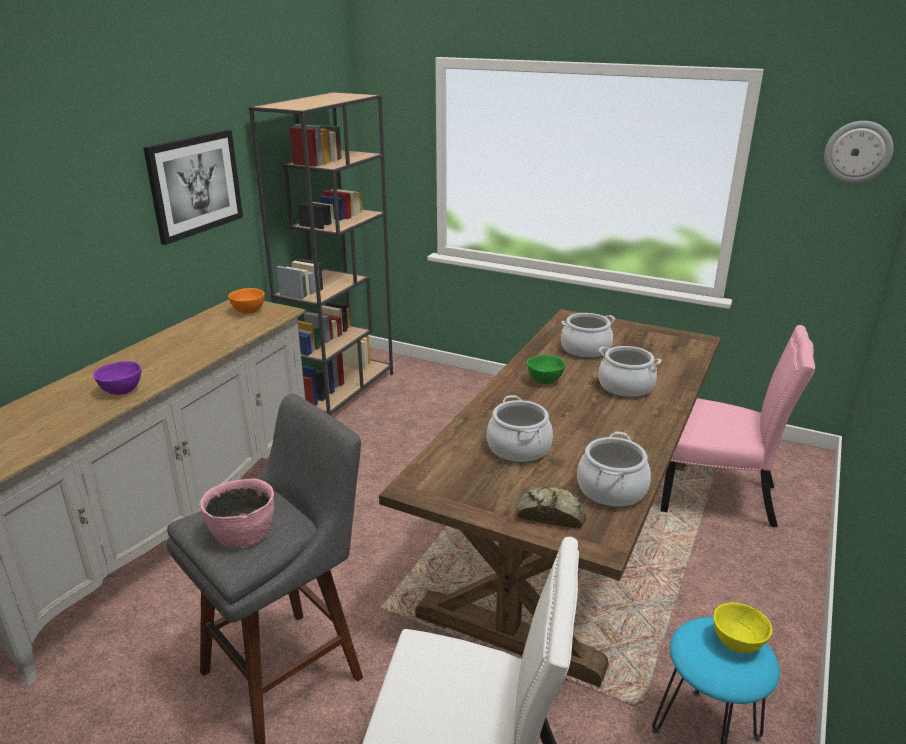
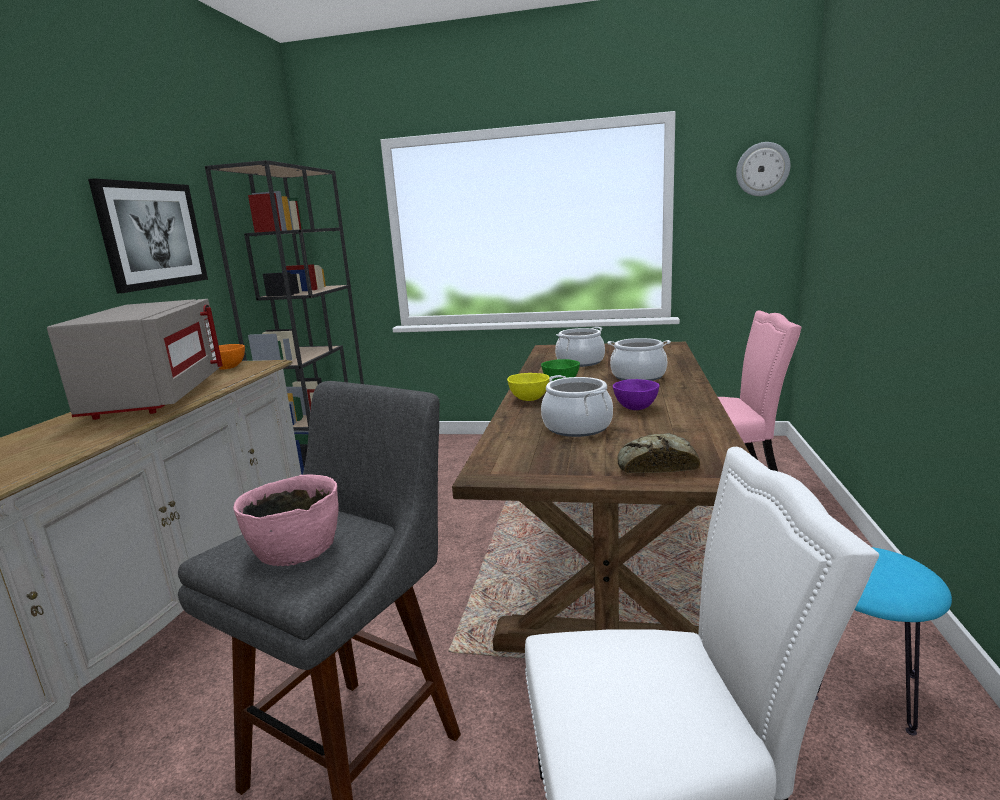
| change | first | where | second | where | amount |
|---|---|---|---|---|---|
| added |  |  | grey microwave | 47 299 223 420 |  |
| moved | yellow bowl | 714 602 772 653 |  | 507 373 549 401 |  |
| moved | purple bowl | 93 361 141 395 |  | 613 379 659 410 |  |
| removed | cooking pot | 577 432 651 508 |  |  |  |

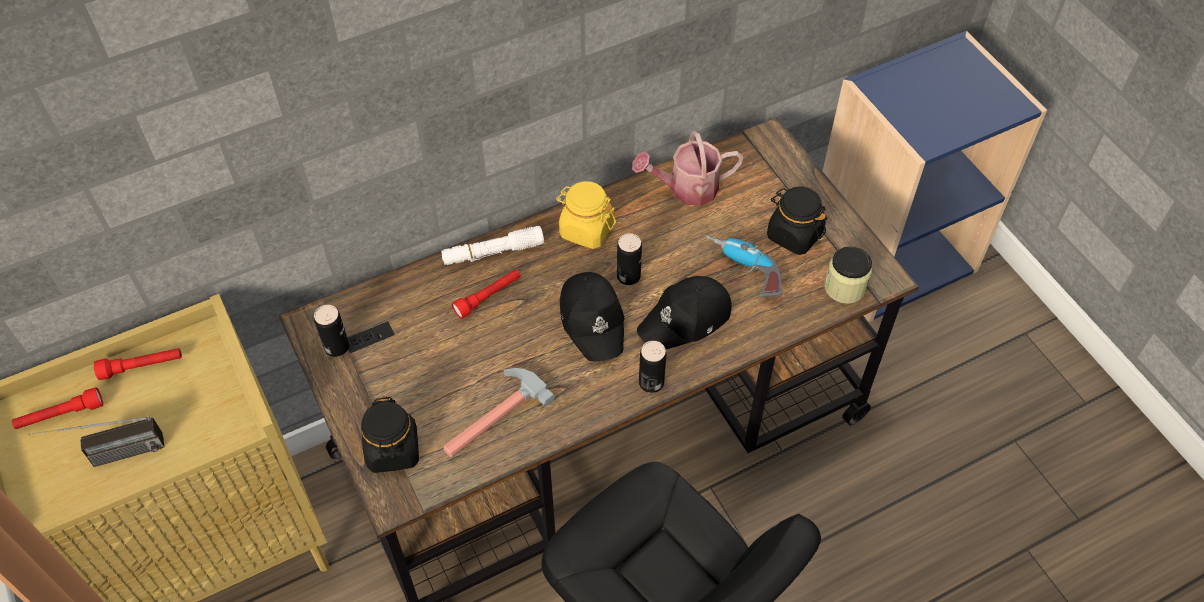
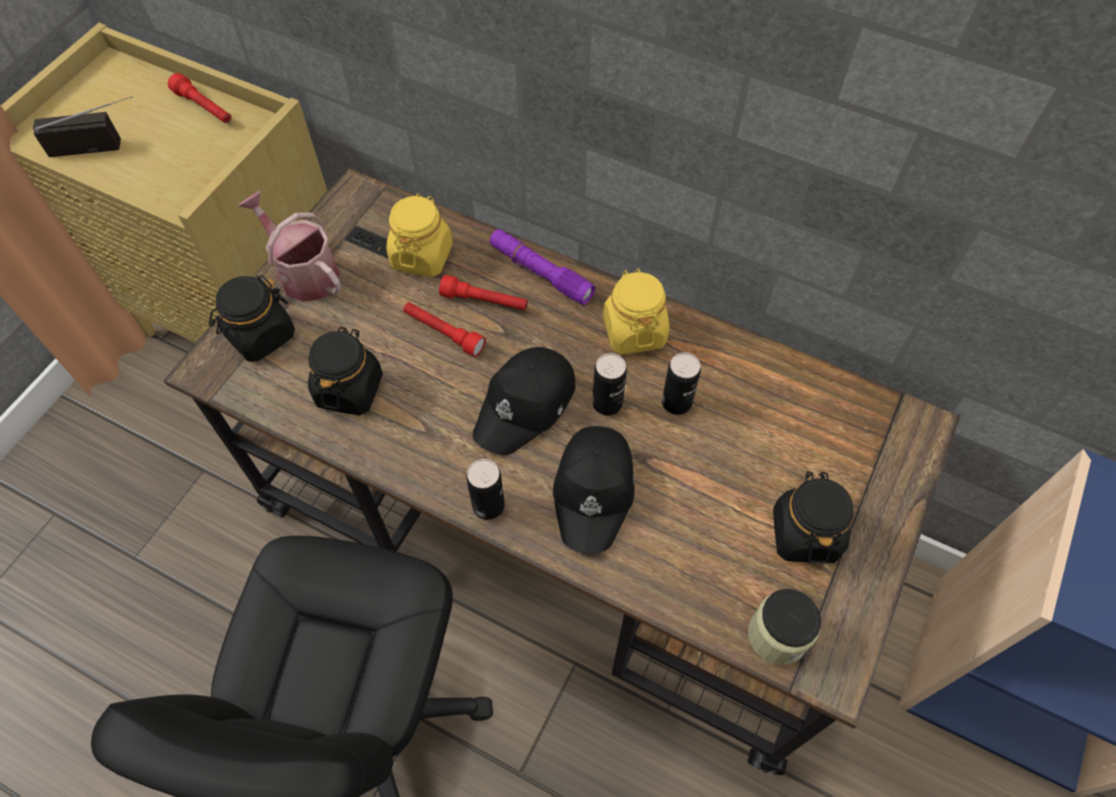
| change | first | where | second | where | amount |
|---|---|---|---|---|---|
| turned | radio | 29 416 165 467 |  | 33 96 133 157 | 135 degrees clockwise |
| moved | watering can | 632 131 744 206 |  | 238 191 342 302 |  |
| replaced | hammer | 444 368 555 457 | black jar | 308 327 383 415 |  |
| added |  |  | yellow jar | 386 193 453 277 |  |
| moved | red flashlight | 12 387 103 429 |  | 403 302 486 357 |  |
| recoloured | white flashlight | 441 226 544 265 | purple flashlight | 490 229 595 305 |  |
| turned | black cap | 637 276 732 349 |  | 553 426 635 554 | 105 degrees counterclockwise |
| moved | can | 314 305 349 357 |  | 662 352 701 415 |  |
| removed | power drill | 706 235 783 297 |  |  |  |

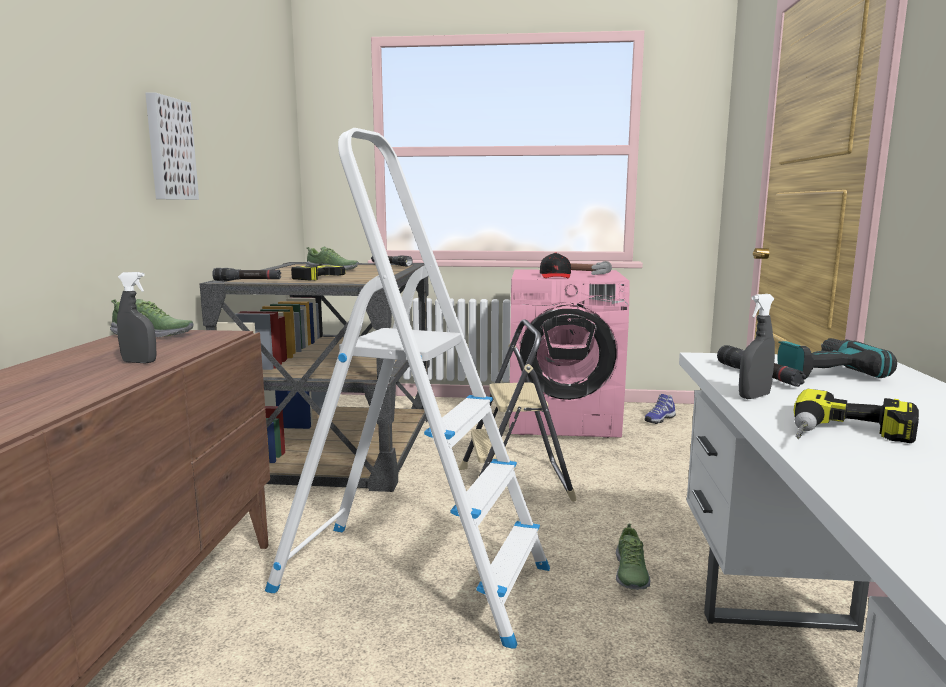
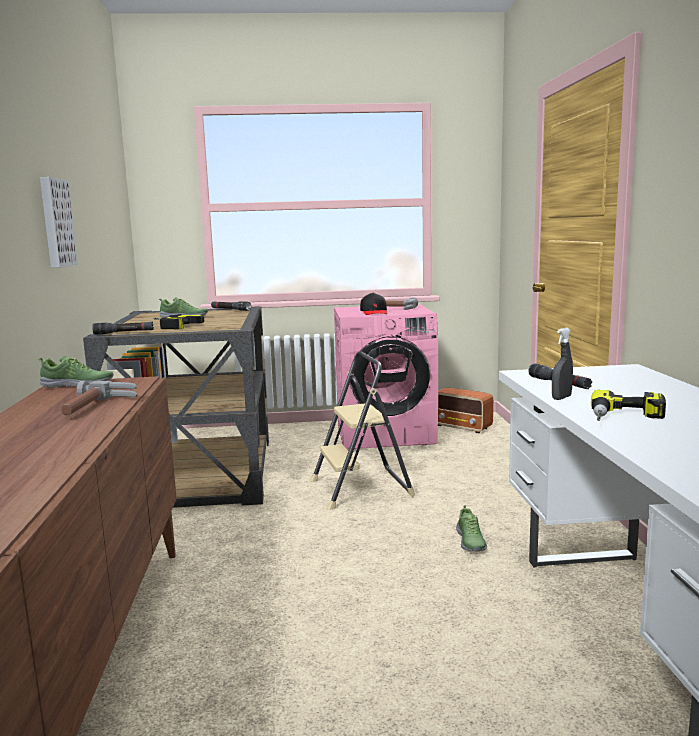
| change | first | where | second | where | amount |
|---|---|---|---|---|---|
| replaced | grey spray bottle | 117 272 157 363 | hammer | 61 381 138 415 |  |
| replaced | shoe | 644 394 676 424 | radio | 438 387 493 433 |  |
| removed | white step ladder | 265 128 550 649 |  |  |  |
| removed | power drill | 777 338 897 379 |  |  |  |

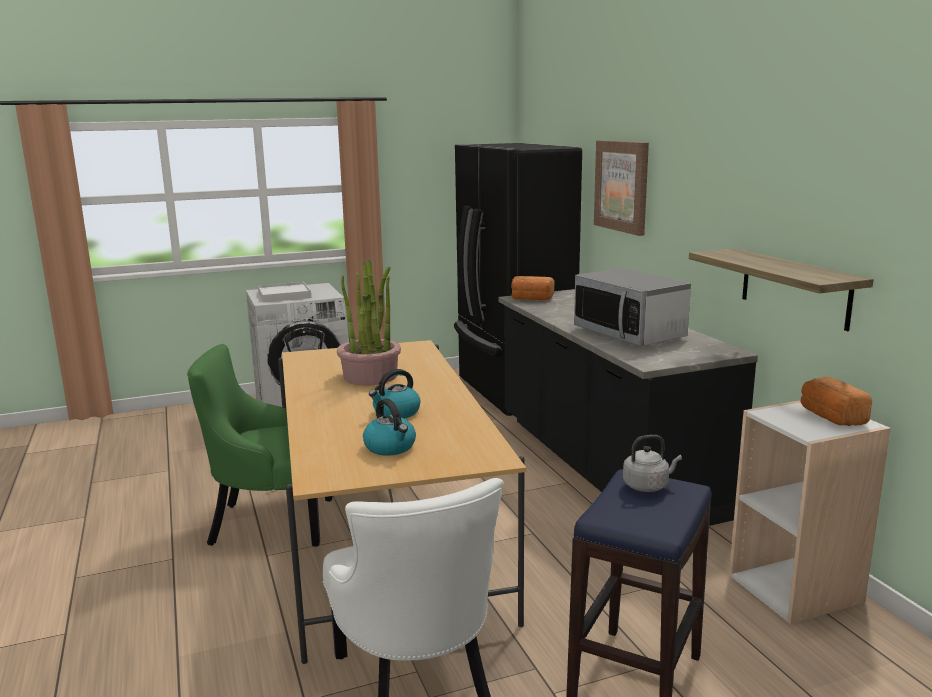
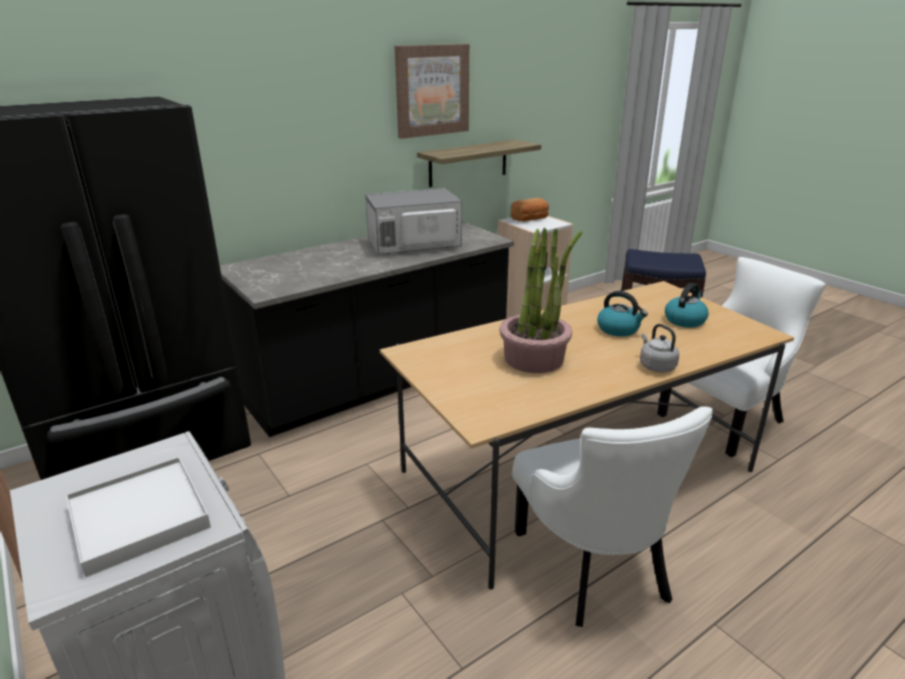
| change | first | where | second | where | amount |
|---|---|---|---|---|---|
| turned | microwave | 574 268 691 346 |  | 366 188 462 254 | 150 degrees counterclockwise |
| moved | picture | 594 140 649 236 |  | 395 44 469 139 |  |
| recoloured | green chair | 187 344 333 547 | white chair | 512 406 713 627 |  |
| moved | grey kettle | 623 435 682 492 |  | 640 324 679 372 |  |
| removed | bread | 511 276 555 300 |  |  |  |

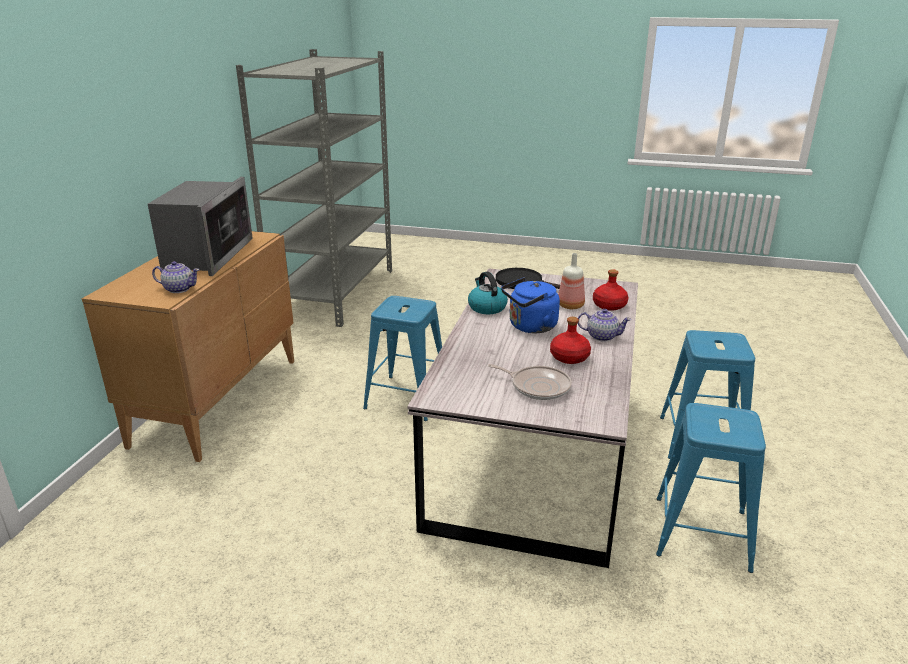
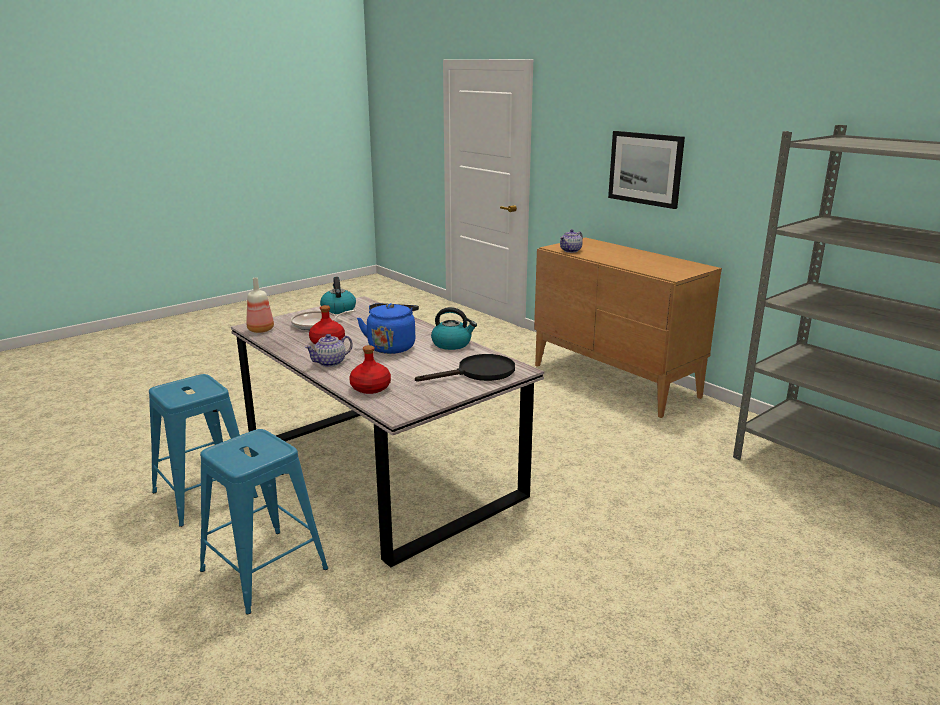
| change | first | where | second | where | amount |
|---|---|---|---|---|---|
| moved | bottle | 558 253 585 309 |  | 246 278 274 333 |  |
| added |  |  | kettle | 320 277 356 314 |  |
| added |  |  | picture | 608 131 685 209 |  |
| removed | microwave | 148 177 253 276 |  |  |  |
| removed | blue stool | 363 296 442 421 |  |  |  |

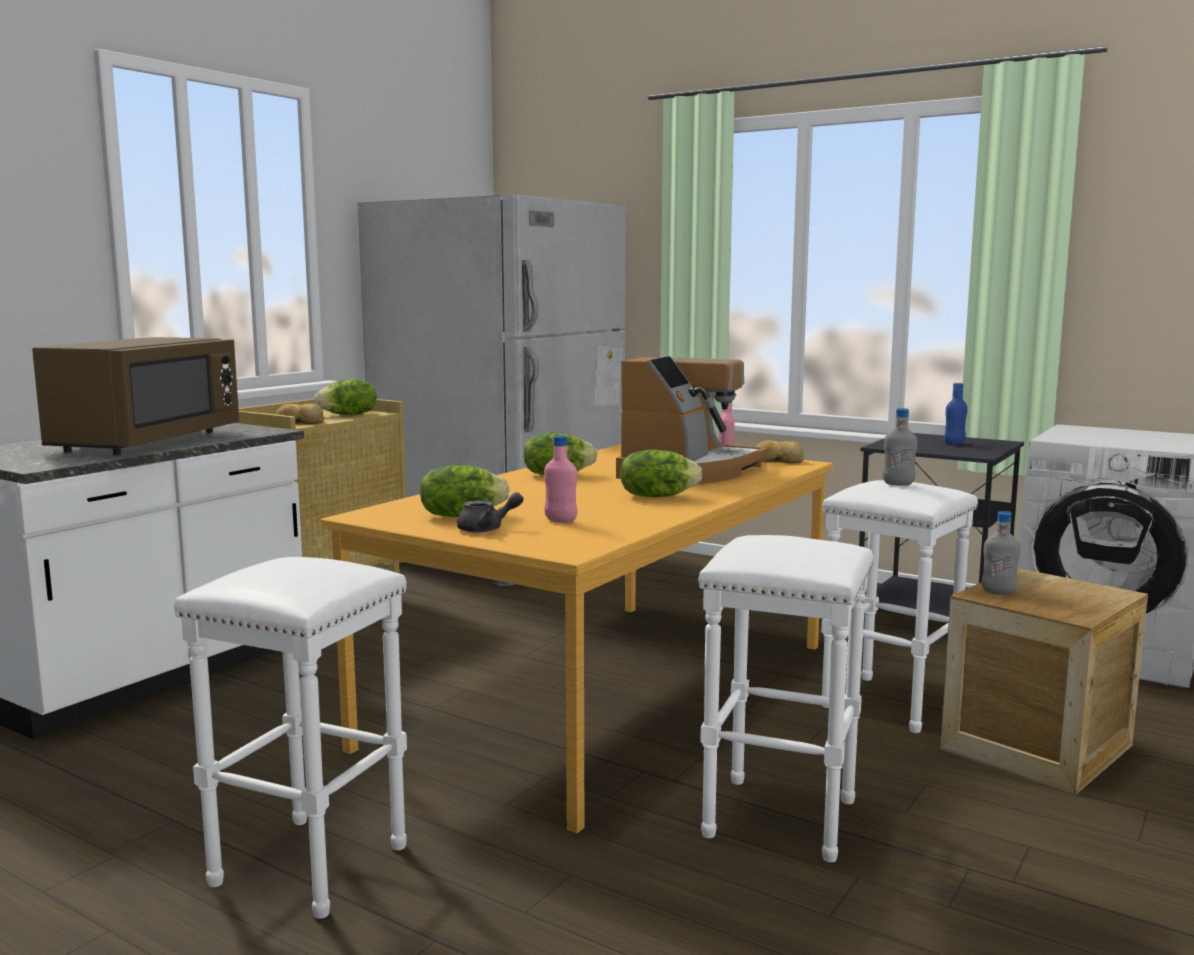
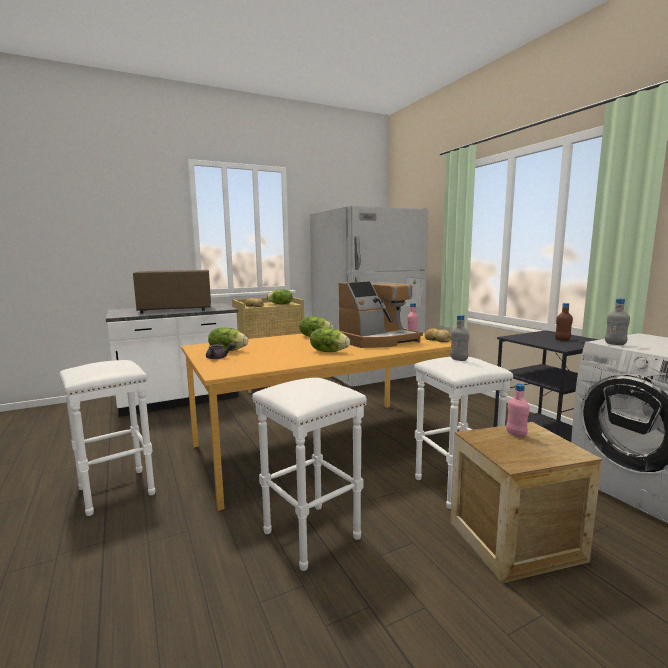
| change | first | where | second | where | amount |
|---|---|---|---|---|---|
| turned | brown microwave | 32 337 239 455 |  | 133 270 211 314 | 150 degrees counterclockwise |
| moved | pink bottle | 544 435 577 523 |  | 506 383 529 438 |  |
| recoloured | blue bottle | 944 383 967 445 | brown bottle | 555 303 573 340 |  |
| moved | grey bottle | 981 511 1021 595 |  | 605 298 630 345 |  |

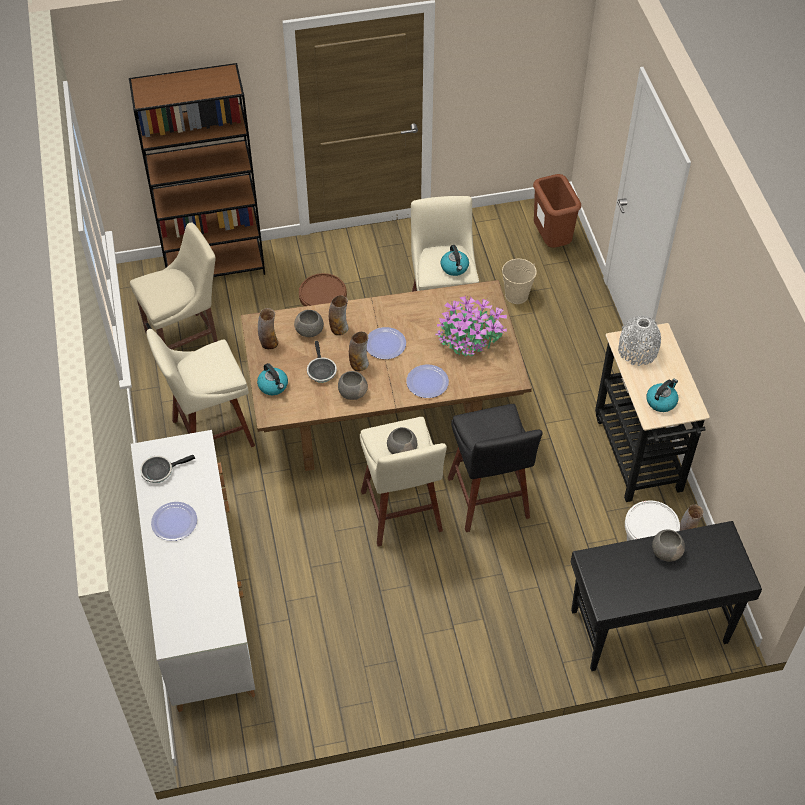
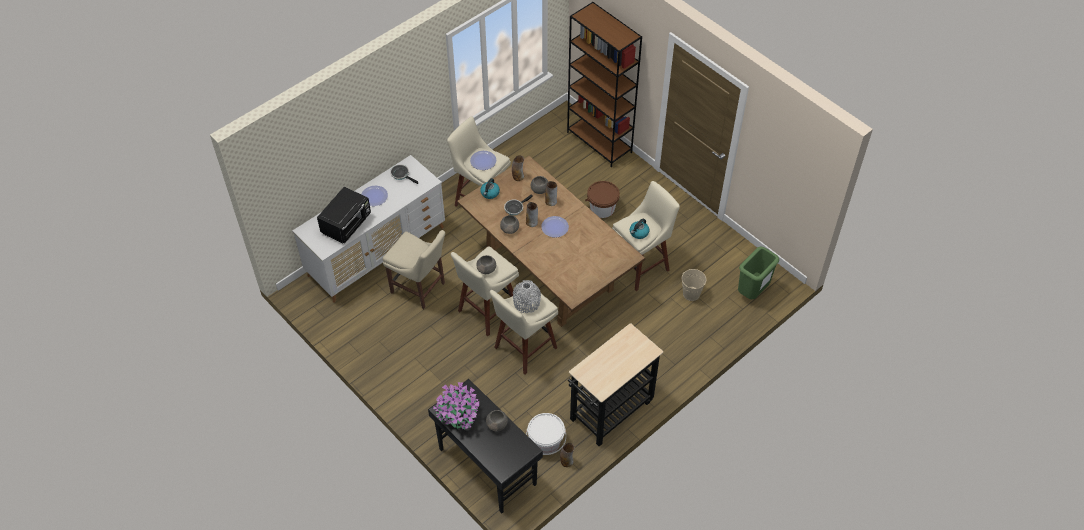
| change | first | where | second | where | amount |
|---|---|---|---|---|---|
| added |  |  | black microwave | 317 187 371 243 |  |
| moved | beige chair | 130 223 218 350 |  | 383 230 445 309 |  |
| moved | potted plant | 435 297 507 357 |  | 433 382 479 429 |  |
| moved | plate | 406 364 449 398 |  | 470 151 496 170 |  |
| recoloured | black stool | 448 404 543 532 | beige stool | 490 285 558 374 |  |
| moved | grey vase | 618 315 661 366 |  | 513 280 541 313 |  |
| recoloured | brown trash can | 533 174 582 248 | green trash can | 738 246 779 299 |  |
| removed | kettle | 646 379 678 412 |  |  |  |

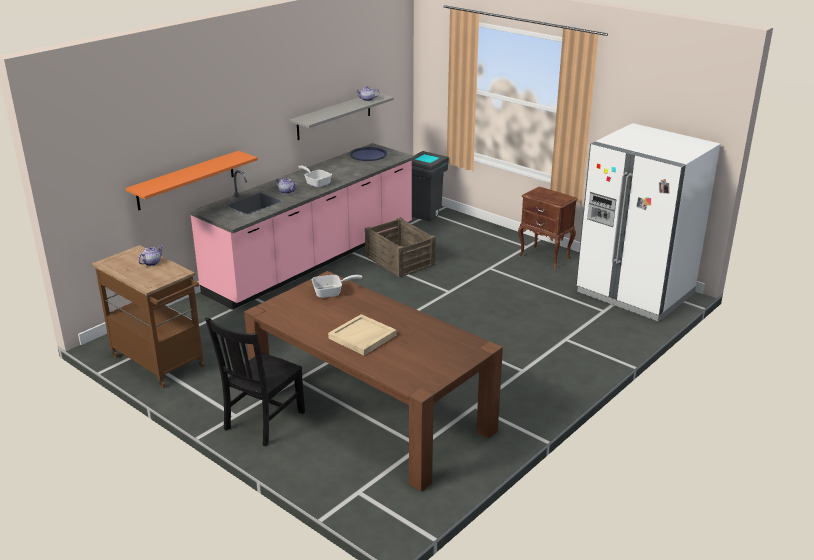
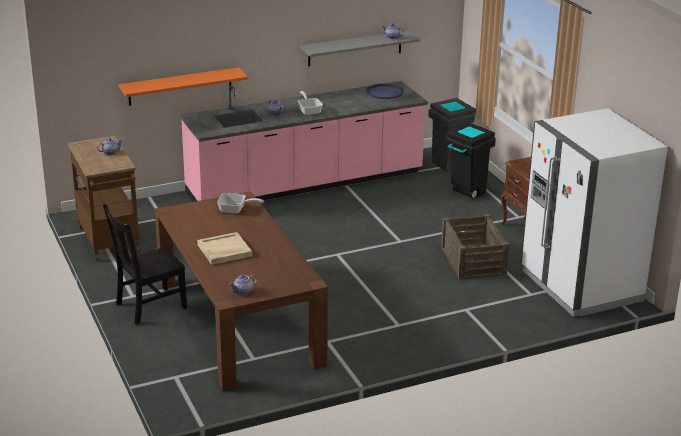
| change | first | where | second | where | amount |
|---|---|---|---|---|---|
| added |  |  | teapot | 229 274 257 295 |  |
| moved | crate | 365 217 436 278 |  | 441 214 509 279 |  |
| added |  |  | black trash can | 446 122 496 199 |  |

